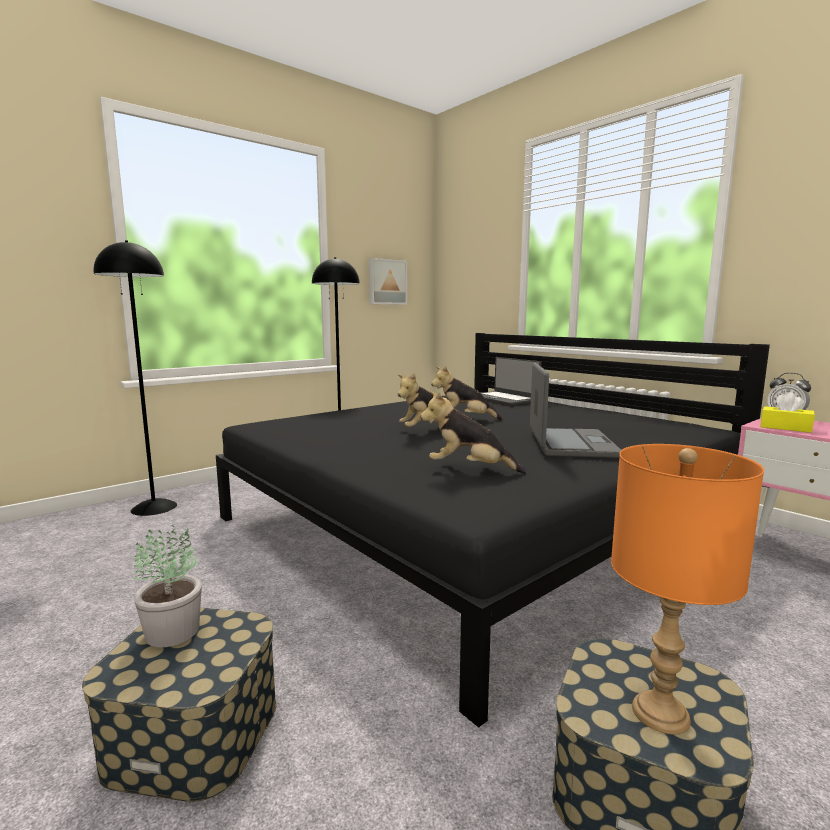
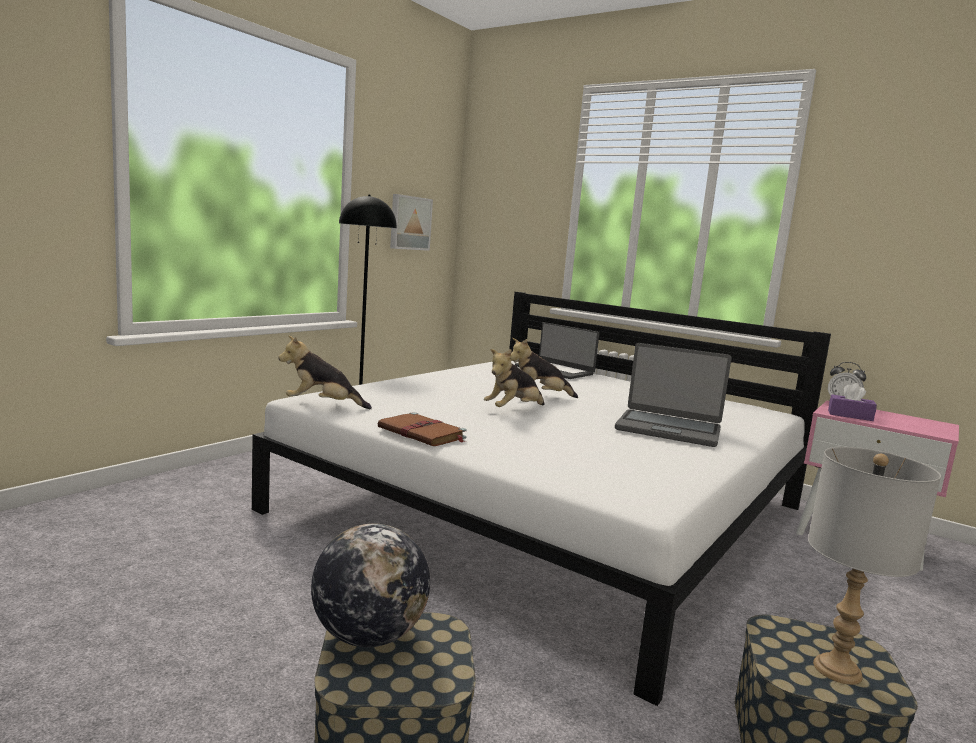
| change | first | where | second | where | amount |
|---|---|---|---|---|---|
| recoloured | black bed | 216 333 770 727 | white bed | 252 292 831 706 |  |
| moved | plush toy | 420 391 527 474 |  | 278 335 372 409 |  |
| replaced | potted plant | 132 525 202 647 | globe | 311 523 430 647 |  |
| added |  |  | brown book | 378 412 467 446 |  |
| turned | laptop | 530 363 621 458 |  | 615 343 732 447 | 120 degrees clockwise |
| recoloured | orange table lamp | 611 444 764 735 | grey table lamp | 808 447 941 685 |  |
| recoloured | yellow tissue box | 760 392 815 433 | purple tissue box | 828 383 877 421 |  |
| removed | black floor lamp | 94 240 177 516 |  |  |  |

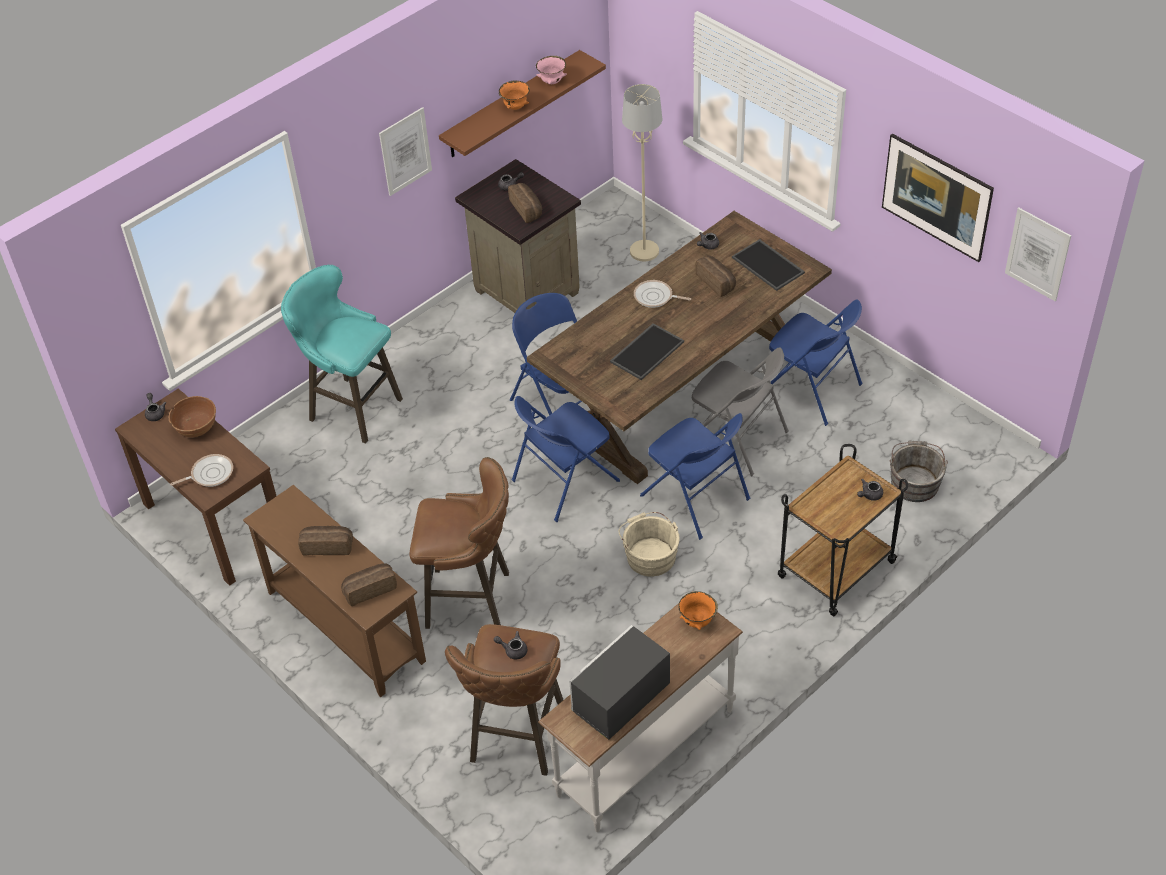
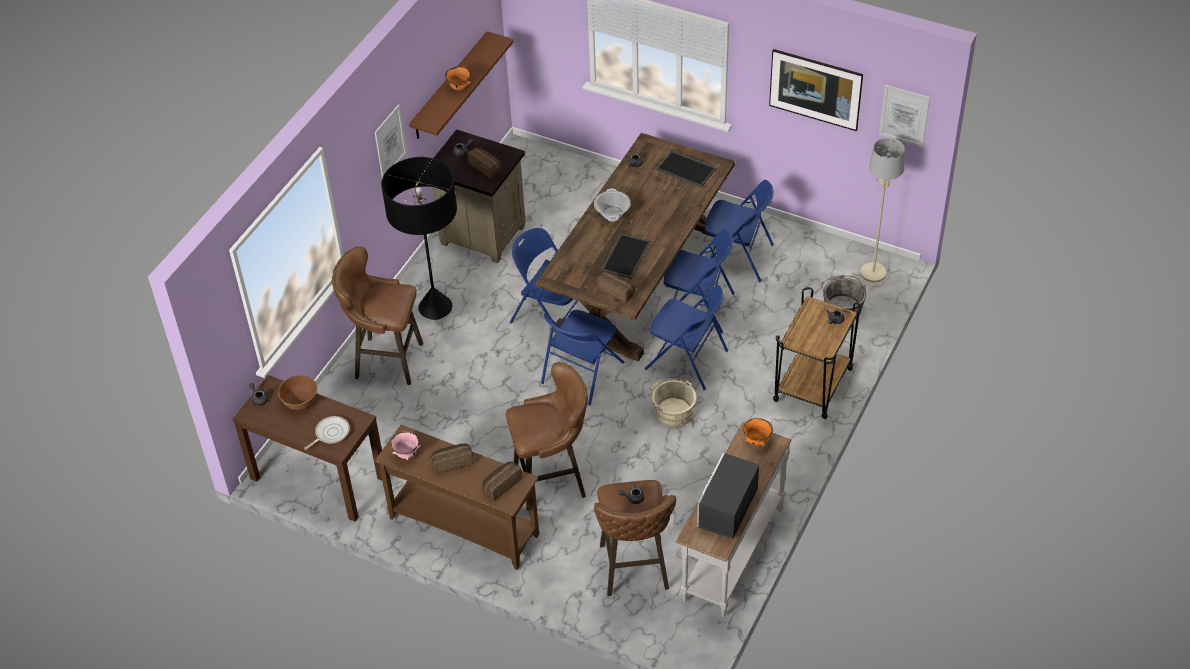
| change | first | where | second | where | amount |
|---|---|---|---|---|---|
| recoloured | turquoise stool | 281 265 403 444 | brown stool | 332 246 423 385 |  |
| added |  |  | black floor lamp | 381 157 457 320 |  |
| moved | pink bowl | 536 56 567 84 |  | 391 431 421 460 |  |
| replaced | frying pan | 634 280 691 308 | cooking pot | 594 188 631 222 |  |
| moved | bread | 695 256 736 297 |  | 597 271 635 303 |  |
| recoloured | grey chair | 692 347 789 476 | blue chair | 664 229 735 334 |  |
| moved | beige floor lamp | 622 84 662 261 |  | 860 138 905 282 |  |

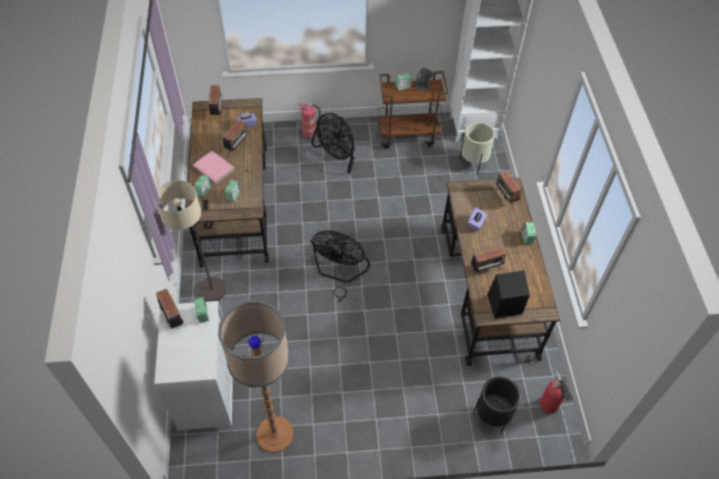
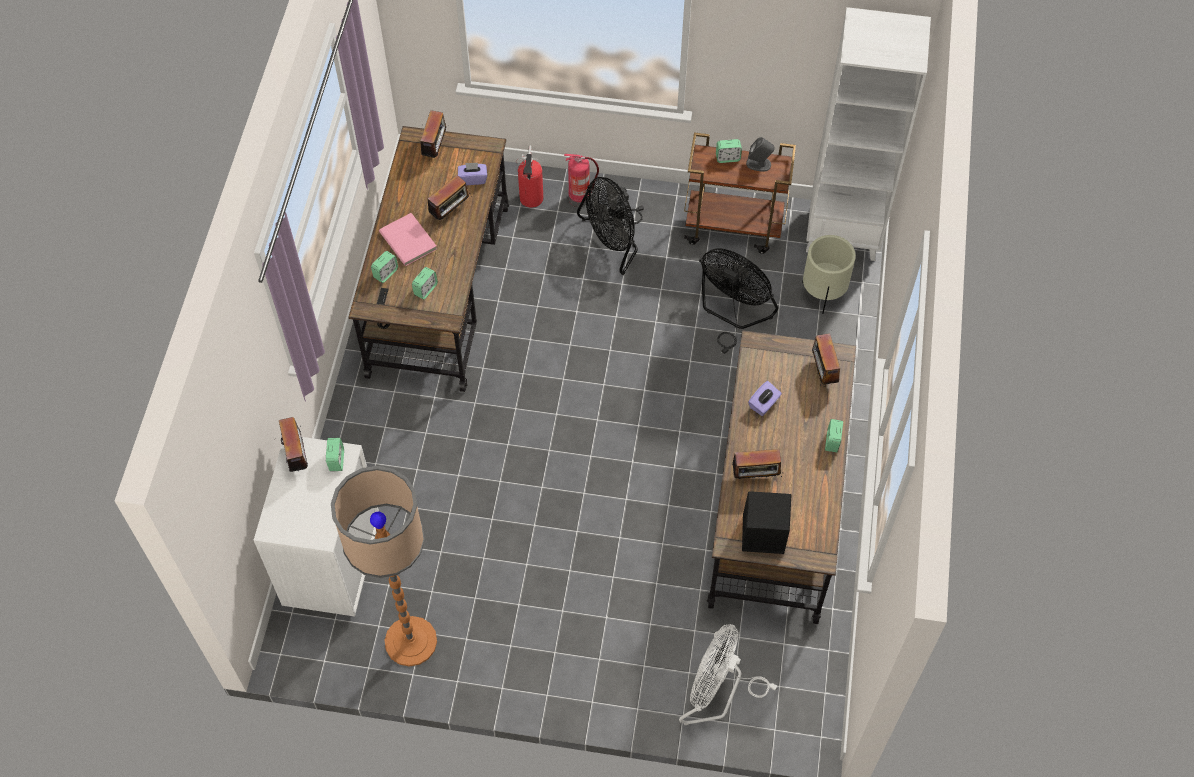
| change | first | where | second | where | amount |
|---|---|---|---|---|---|
| moved | fire extinguisher | 540 371 573 414 |  | 516 146 543 208 |  |
| replaced | black planter | 473 377 521 433 | white fan | 679 624 778 725 |  |
| moved | black fan | 310 230 370 302 |  | 699 248 778 354 |  |
| removed | beige floor lamp | 155 180 226 302 |  |  |  |

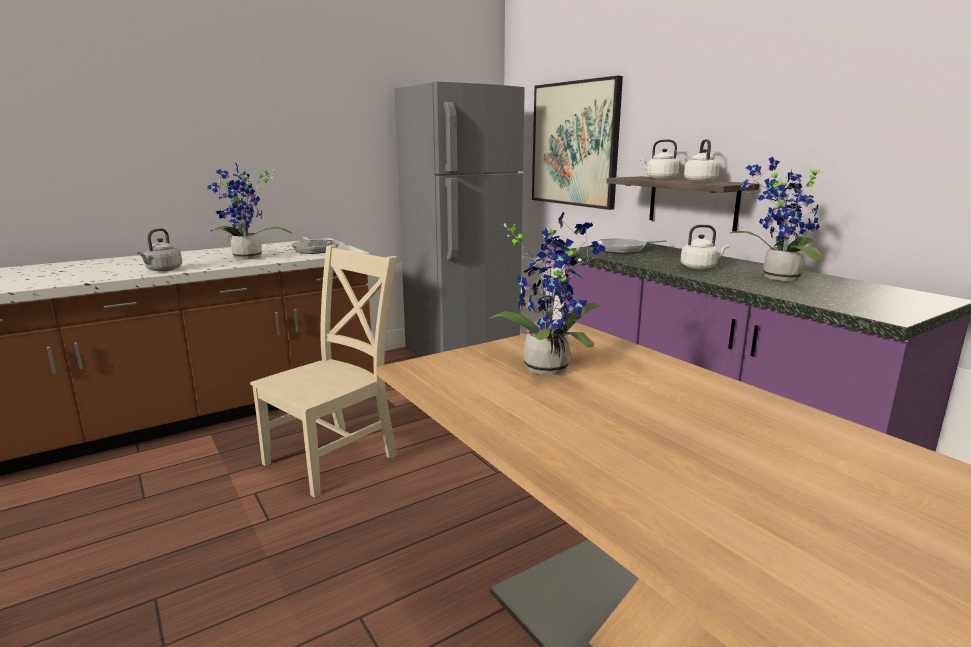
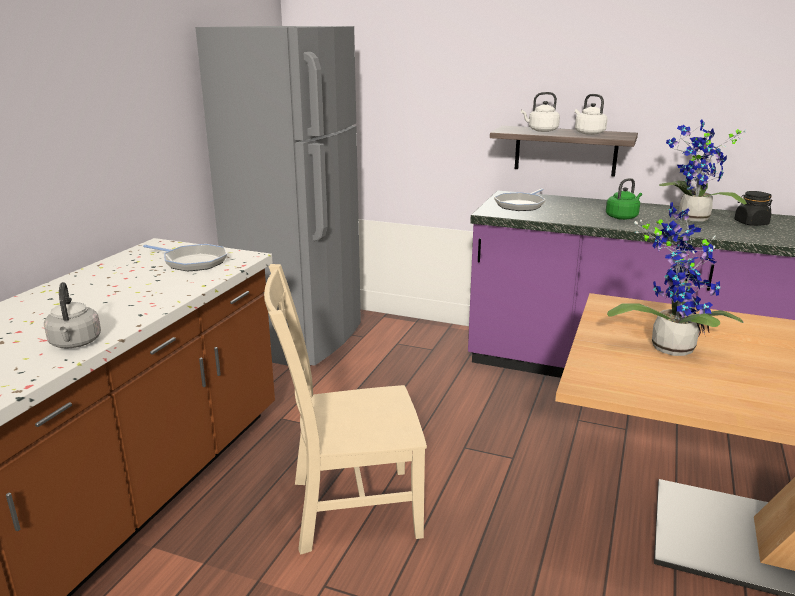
| change | first | where | second | where | amount |
|---|---|---|---|---|---|
| turned | beige chair | 250 245 397 498 |  | 264 264 427 554 | 105 degrees counterclockwise |
| recoloured | white kettle | 680 225 729 270 | green kettle | 606 178 642 220 |  |
| added |  |  | black jar | 734 191 772 226 |  |
| removed | potted plant | 207 164 293 260 |  |  |  |
| removed | picture | 532 76 623 210 |  |  |  |

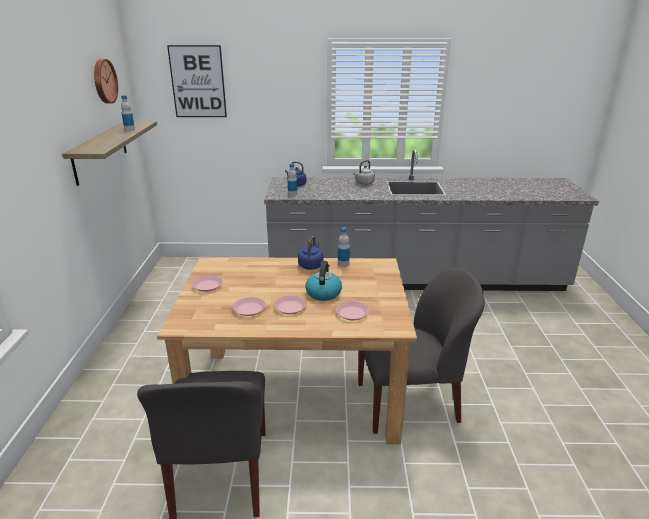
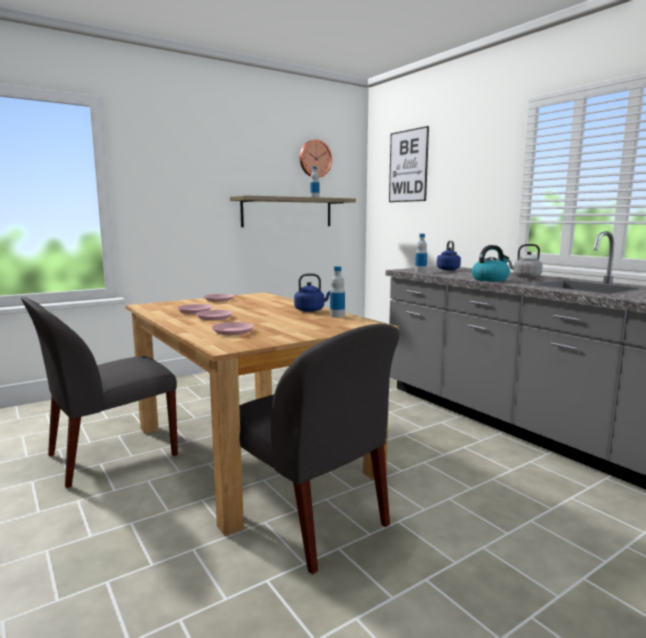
| change | first | where | second | where | amount |
|---|---|---|---|---|---|
| moved | kettle | 305 261 342 301 |  | 472 245 510 282 |  |

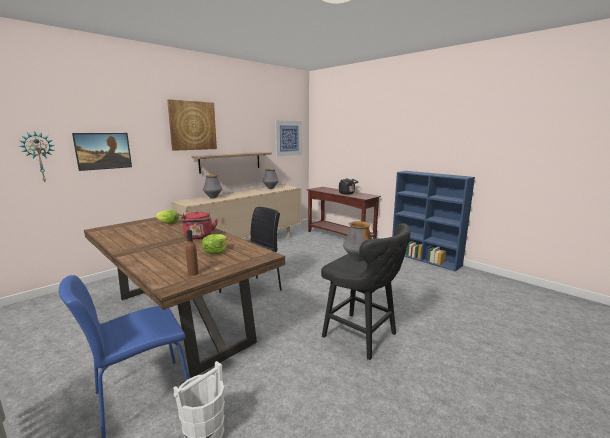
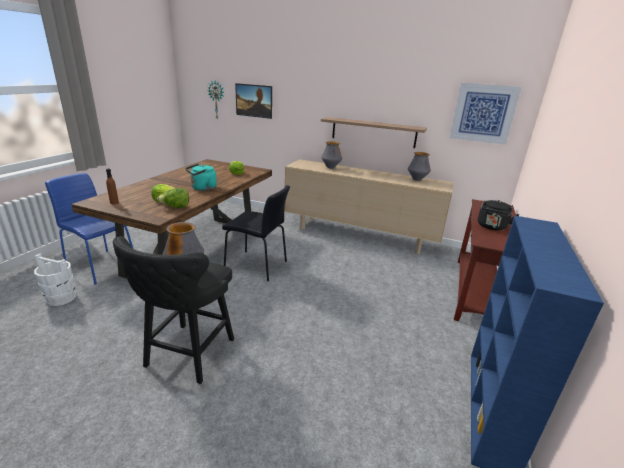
| change | first | where | second | where | amount |
|---|---|---|---|---|---|
| added |  |  | lettuce | 157 188 189 208 |  |
| recoloured | red kettle | 181 210 218 239 | turquoise kettle | 185 163 217 191 |  |
| removed | picture | 167 99 217 151 |  |  |  |

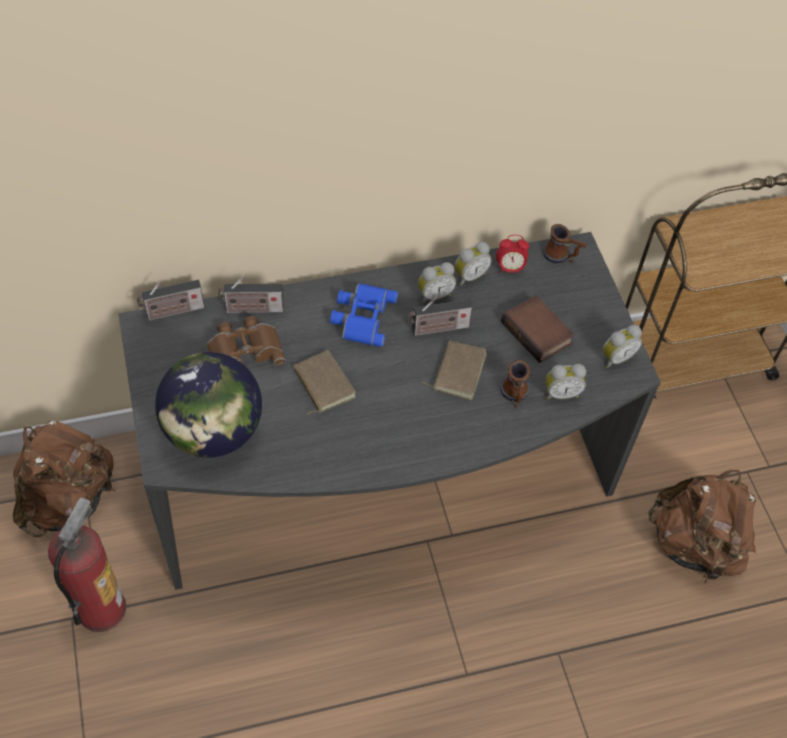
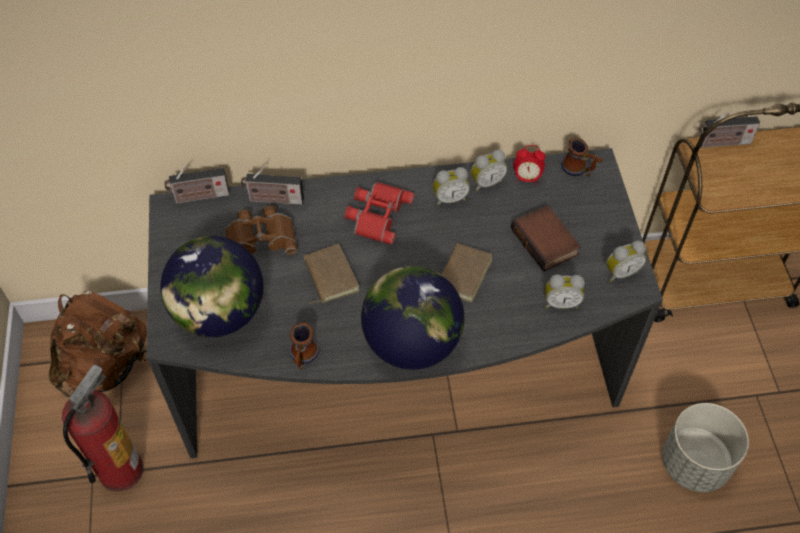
| change | first | where | second | where | amount |
|---|---|---|---|---|---|
| moved | mug | 500 360 530 407 |  | 289 322 319 370 |  |
| recoloured | blue binoculars | 330 283 398 347 | red binoculars | 344 182 414 245 |  |
| added |  |  | globe | 361 266 464 370 |  |
| replaced | brown backpack | 648 470 756 584 | grey planter | 662 403 749 492 |  |
| moved | radio | 408 296 472 336 |  | 699 110 760 148 |  |

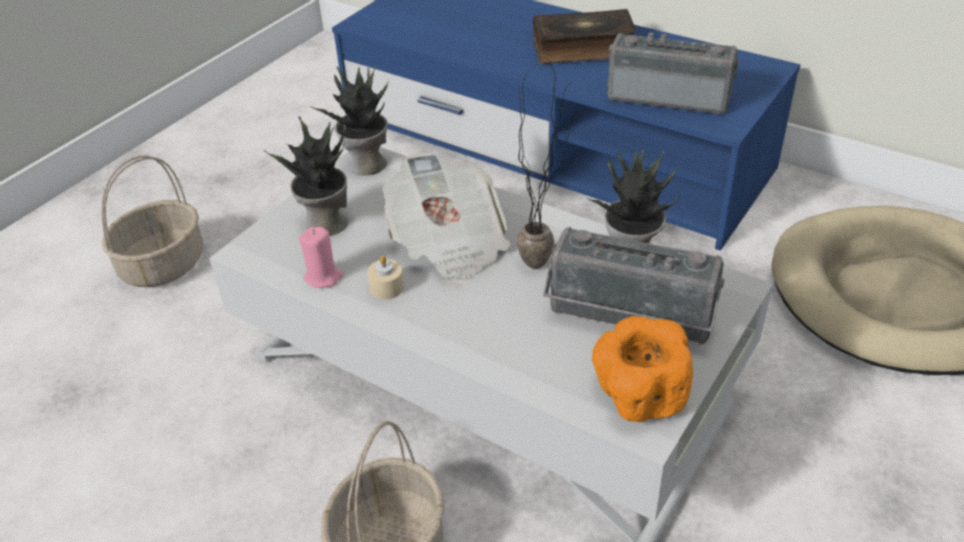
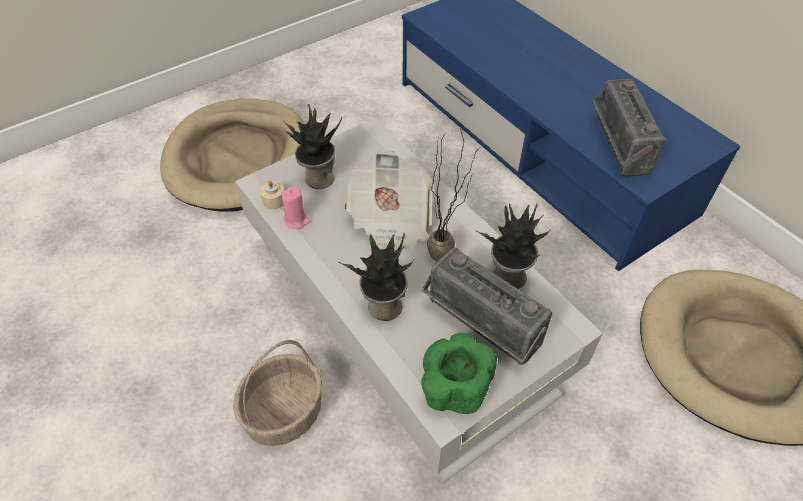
| change | first | where | second | where | amount |
|---|---|---|---|---|---|
| replaced | basket | 102 156 203 287 | beige dog bed | 160 99 305 212 |  |
| moved | beige candle | 367 256 404 299 |  | 260 181 284 209 |  |
| moved | potted plant | 311 65 389 175 |  | 339 233 413 321 |  |
| recoloured | orange bowl | 592 316 693 422 | green bowl | 421 333 497 414 |  |
| turned | radio | 607 32 739 114 |  | 592 79 665 177 | 135 degrees counterclockwise |
| removed | book | 533 9 636 64 |  |  |  |

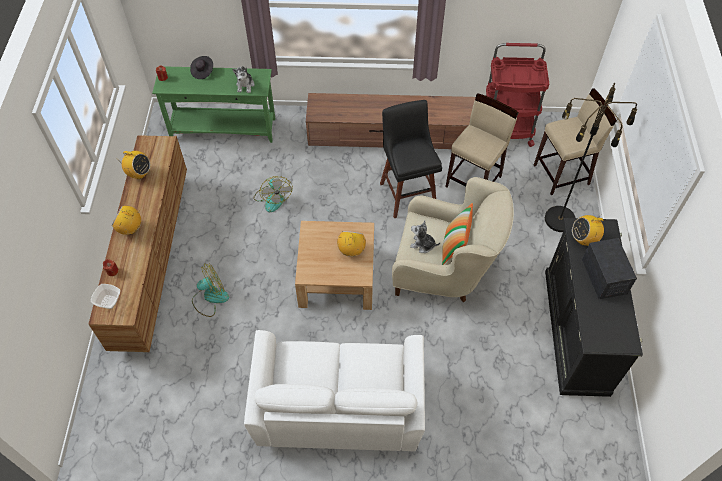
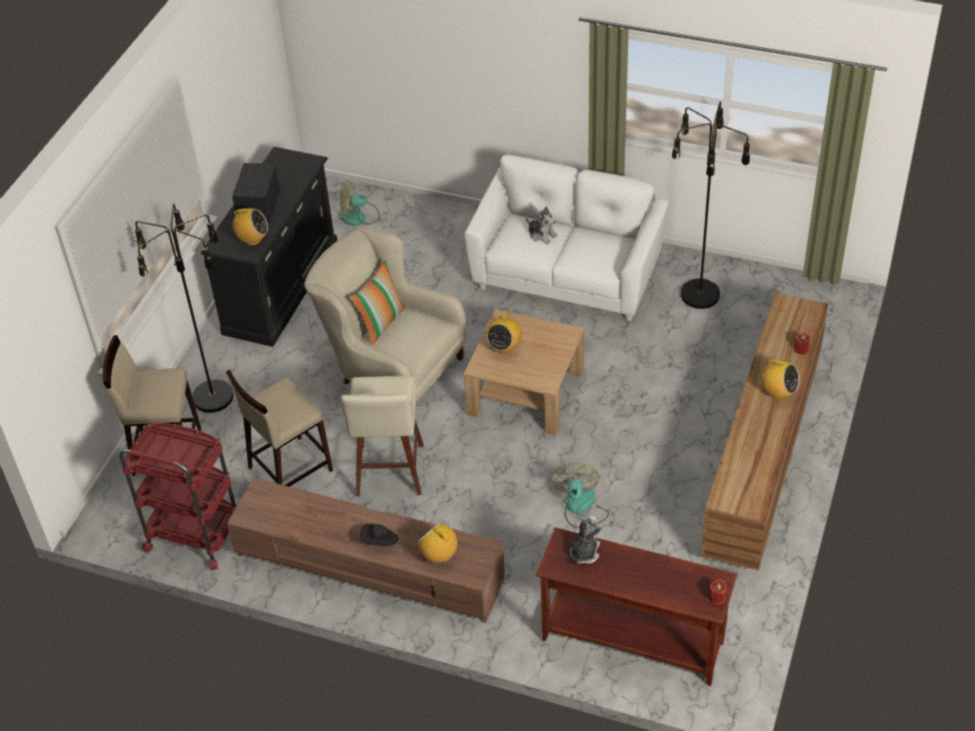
| change | first | where | second | where | amount |
|---|---|---|---|---|---|
| moved | fan | 192 263 229 317 |  | 339 180 380 226 |  |
| recoloured | black stool | 380 100 442 218 | beige stool | 341 376 424 496 |  |
| moved | black hat | 190 56 213 79 |  | 360 524 398 546 |  |
| moved | radio | 120 151 150 179 |  | 418 523 460 564 |  |
| moved | plush toy | 410 221 440 253 |  | 526 207 558 245 |  |
| recoloured | green console table | 152 66 275 143 | brown console table | 536 527 737 687 |  |
| added |  |  | floor lamp | 672 101 750 309 |  |
| removed | bowl | 91 284 120 309 |  |  |  |

